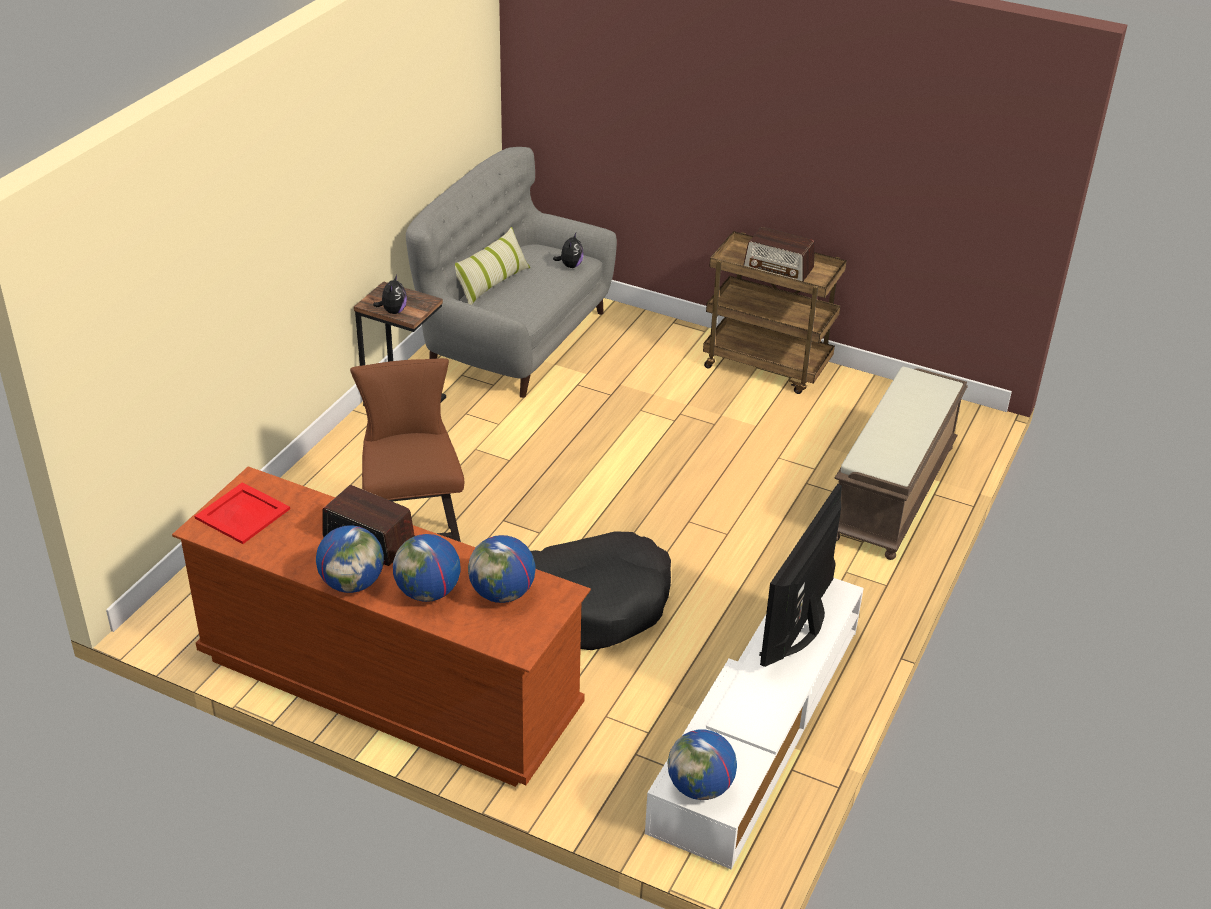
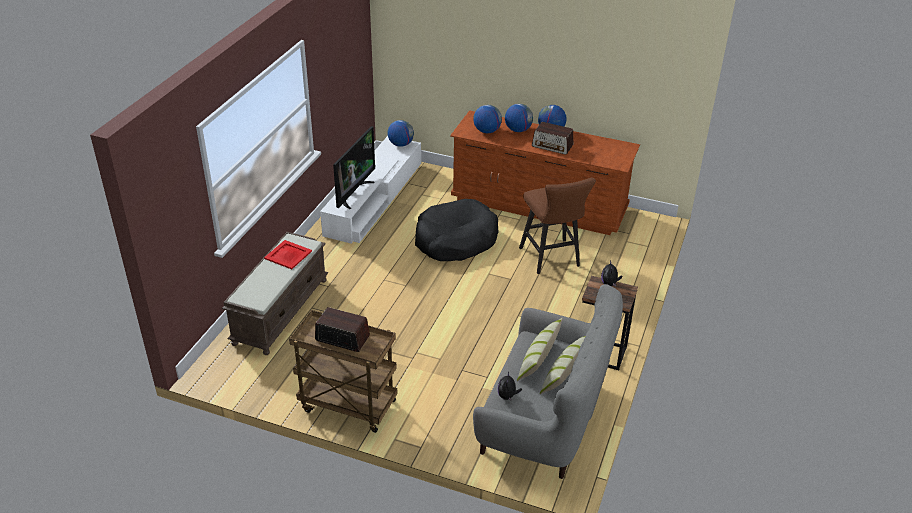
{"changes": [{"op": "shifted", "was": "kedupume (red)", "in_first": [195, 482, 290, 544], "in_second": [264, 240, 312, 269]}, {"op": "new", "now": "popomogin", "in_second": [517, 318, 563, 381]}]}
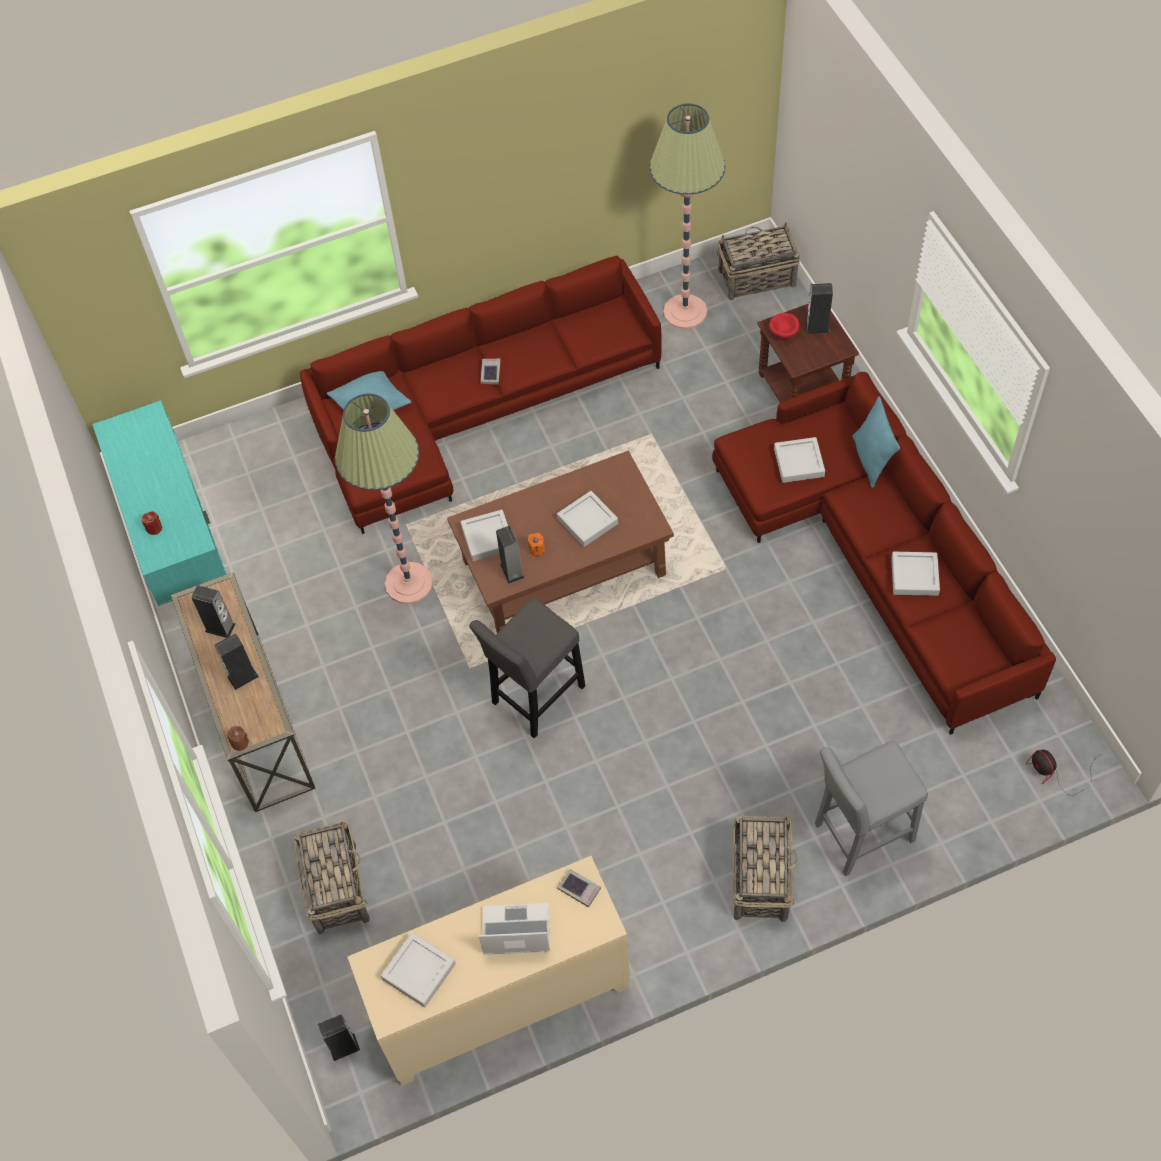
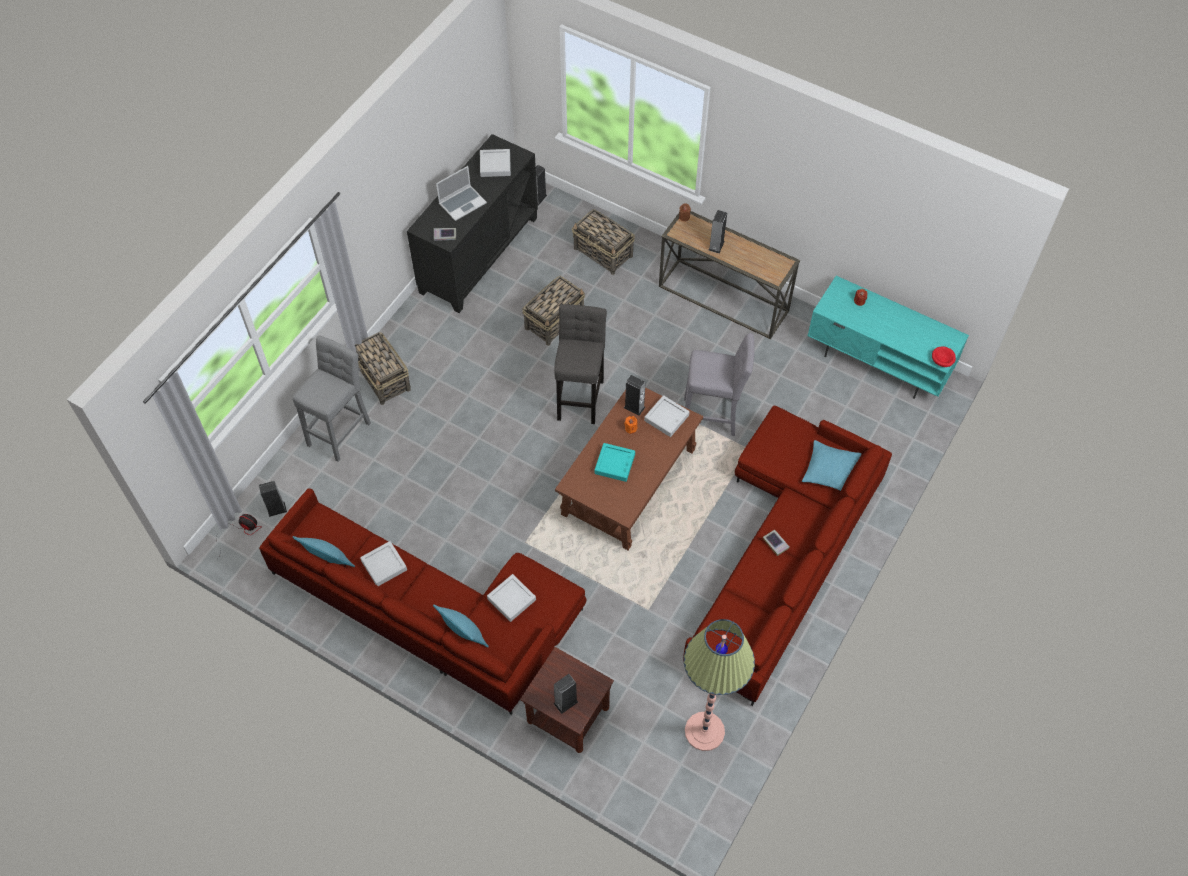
{"changes": [{"op": "shifted", "was": "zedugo", "in_first": [717, 222, 800, 300], "in_second": [522, 276, 585, 346]}, {"op": "shifted", "was": "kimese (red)", "in_first": [769, 313, 800, 339], "in_second": [932, 347, 956, 367]}, {"op": "swapped", "was": "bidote", "now": "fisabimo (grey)", "in_first": [335, 394, 433, 604], "in_second": [684, 333, 755, 436]}, {"op": "repainted", "was": "kedupume (grey)", "now": "kedupume (turquoise)", "in_first": [557, 491, 618, 547], "in_second": [594, 443, 635, 482]}, {"op": "shifted", "was": "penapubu", "in_first": [191, 585, 236, 638], "in_second": [259, 481, 287, 517]}, {"op": "repainted", "was": "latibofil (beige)", "now": "latibofil (black)", "in_first": [347, 856, 630, 1086], "in_second": [407, 134, 538, 313]}, {"op": "new", "now": "popomogin (turquoise)", "in_second": [293, 536, 355, 567]}]}
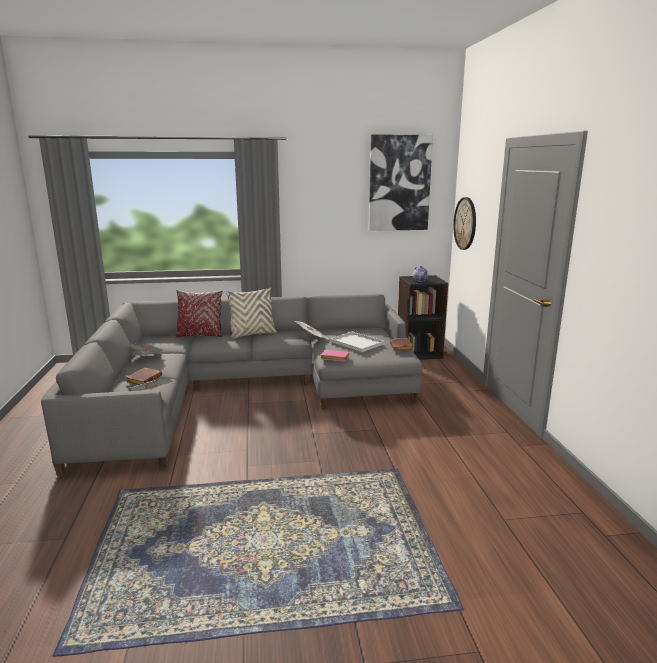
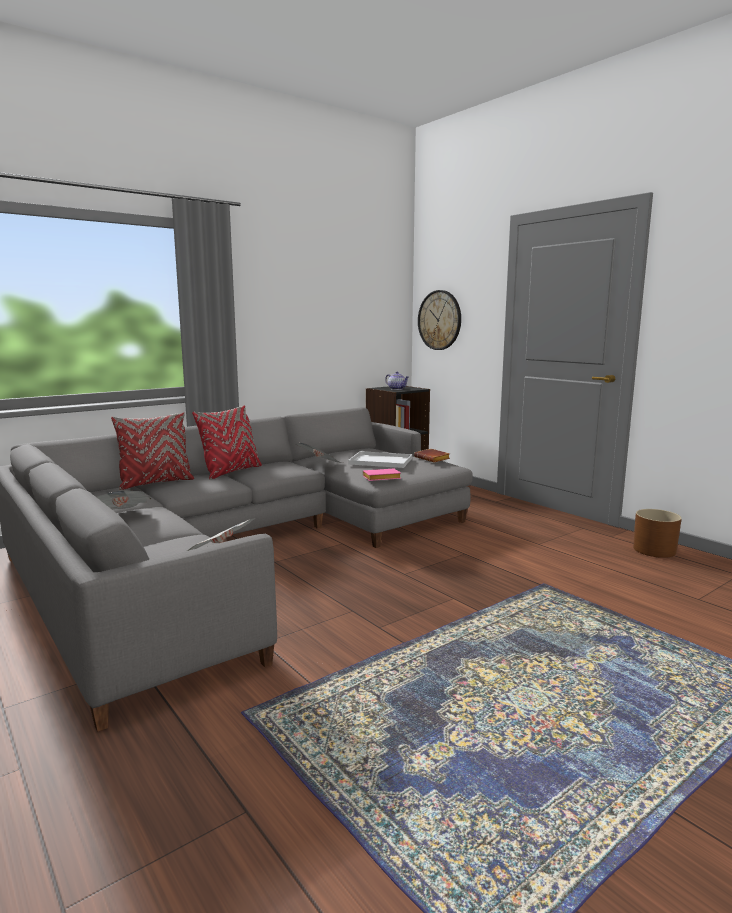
{"changes": [{"op": "gone", "was": "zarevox", "in_first": [369, 134, 433, 231]}, {"op": "repainted", "was": "popomogin (beige)", "now": "popomogin (red)", "in_first": [226, 288, 277, 339], "in_second": [192, 405, 262, 480]}, {"op": "gone", "was": "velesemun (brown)", "in_first": [126, 368, 162, 385]}, {"op": "new", "now": "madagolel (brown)", "in_second": [633, 509, 682, 558]}]}
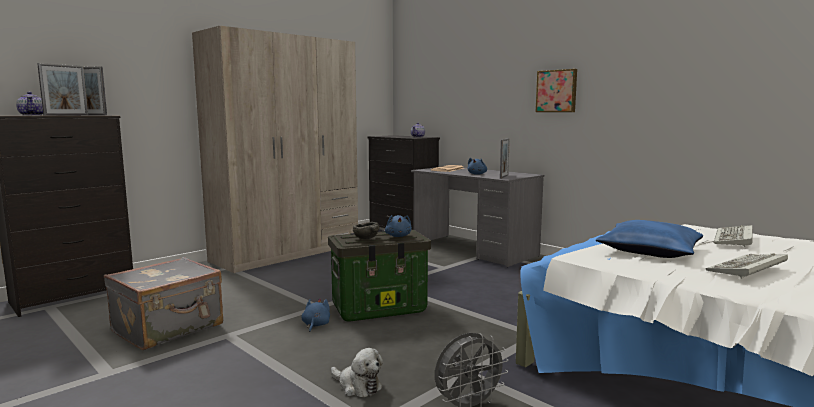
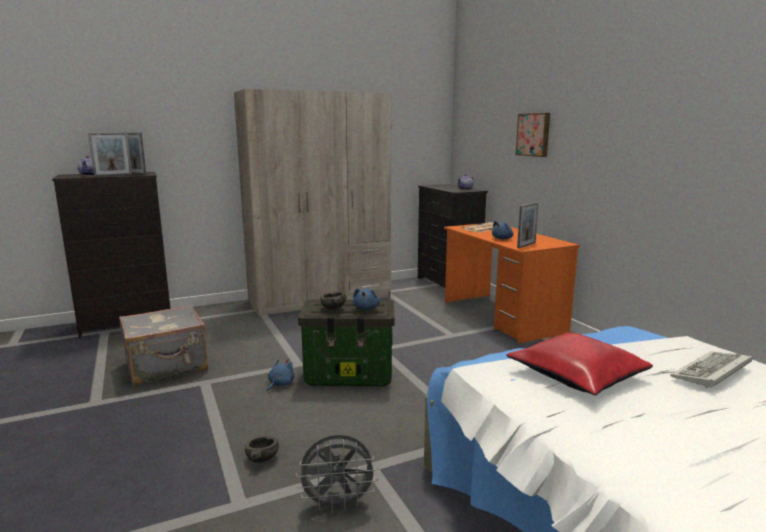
{"changes": [{"op": "shifted", "was": "zarevox", "in_first": [536, 69, 577, 112], "in_second": [516, 113, 550, 157]}, {"op": "repainted", "was": "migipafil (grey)", "now": "migipafil (orange)", "in_first": [411, 167, 544, 267], "in_second": [444, 222, 580, 344]}, {"op": "repainted", "was": "popomogin (blue)", "now": "popomogin (red)", "in_first": [596, 220, 703, 258], "in_second": [506, 332, 653, 395]}, {"op": "gone", "was": "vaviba", "in_first": [706, 253, 788, 279]}, {"op": "swapped", "was": "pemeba", "now": "kimese (grey)", "in_first": [331, 348, 383, 397], "in_second": [245, 436, 279, 463]}]}
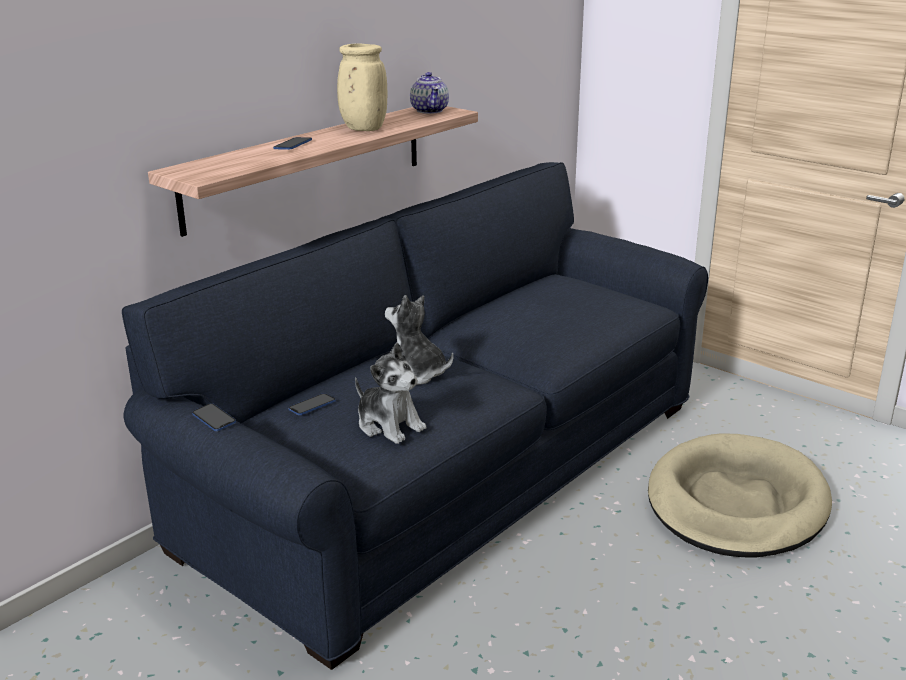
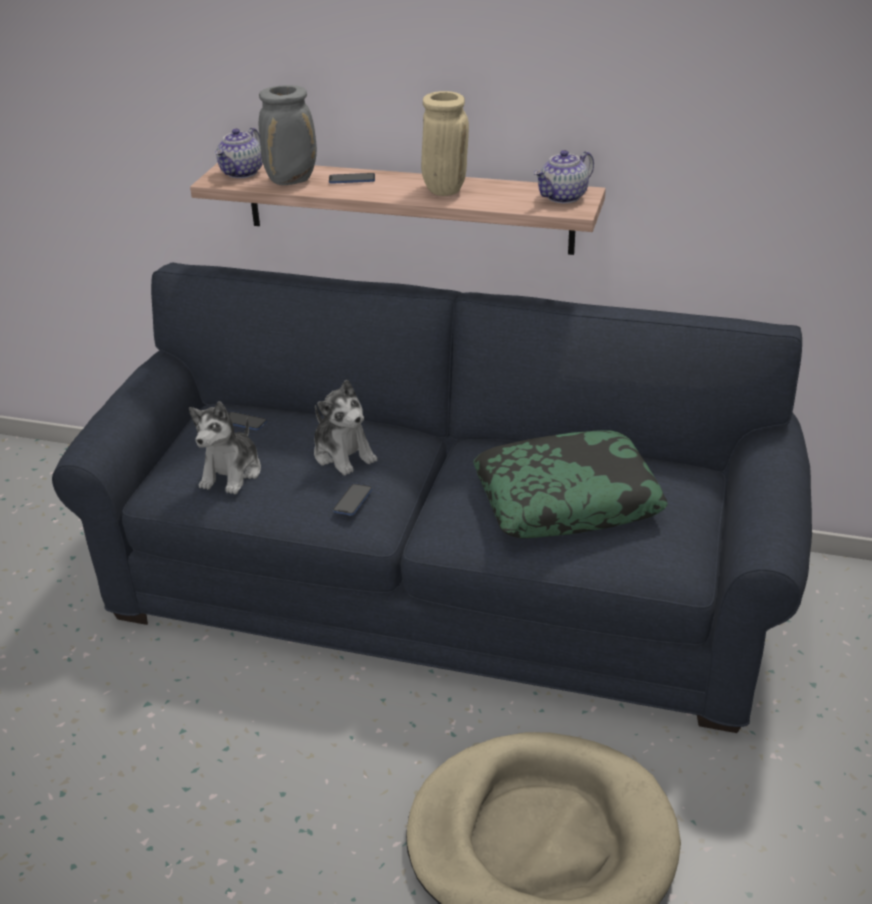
{"changes": [{"op": "rotated", "was": "pemeba", "in_first": [385, 295, 453, 385], "in_second": [314, 379, 378, 476], "clockwise": 135}, {"op": "shifted", "was": "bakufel", "in_first": [192, 403, 236, 431], "in_second": [333, 483, 373, 515]}, {"op": "new", "now": "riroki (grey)", "in_second": [259, 85, 317, 185]}, {"op": "new", "now": "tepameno", "in_second": [215, 128, 263, 178]}, {"op": "new", "now": "popomogin", "in_second": [473, 430, 668, 539]}]}
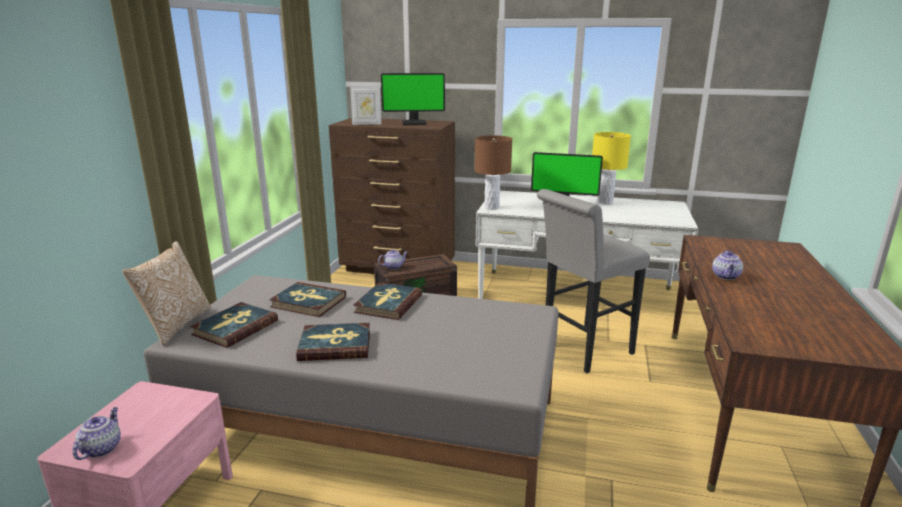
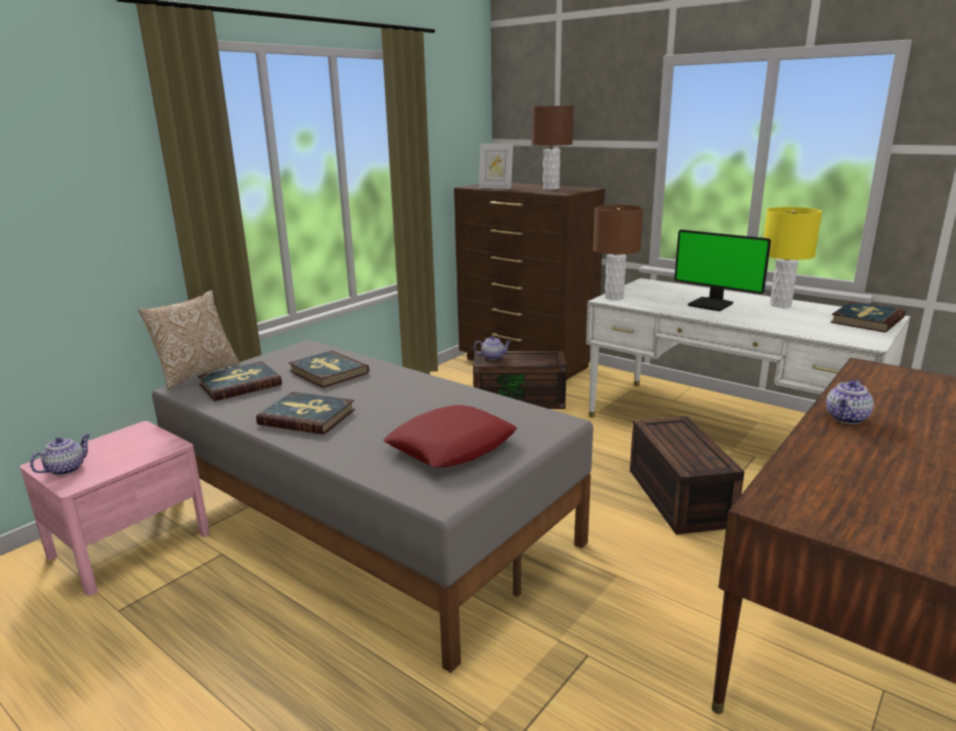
{"changes": [{"op": "swapped", "was": "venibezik", "now": "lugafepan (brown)", "in_first": [381, 73, 445, 125], "in_second": [531, 106, 573, 190]}, {"op": "swapped", "was": "fisabimo (grey)", "now": "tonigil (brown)", "in_first": [537, 189, 650, 373], "in_second": [630, 416, 745, 535]}, {"op": "shifted", "was": "velesemun", "in_first": [353, 282, 422, 320], "in_second": [830, 301, 905, 332]}, {"op": "new", "now": "popomogin (red)", "in_second": [383, 405, 517, 467]}]}
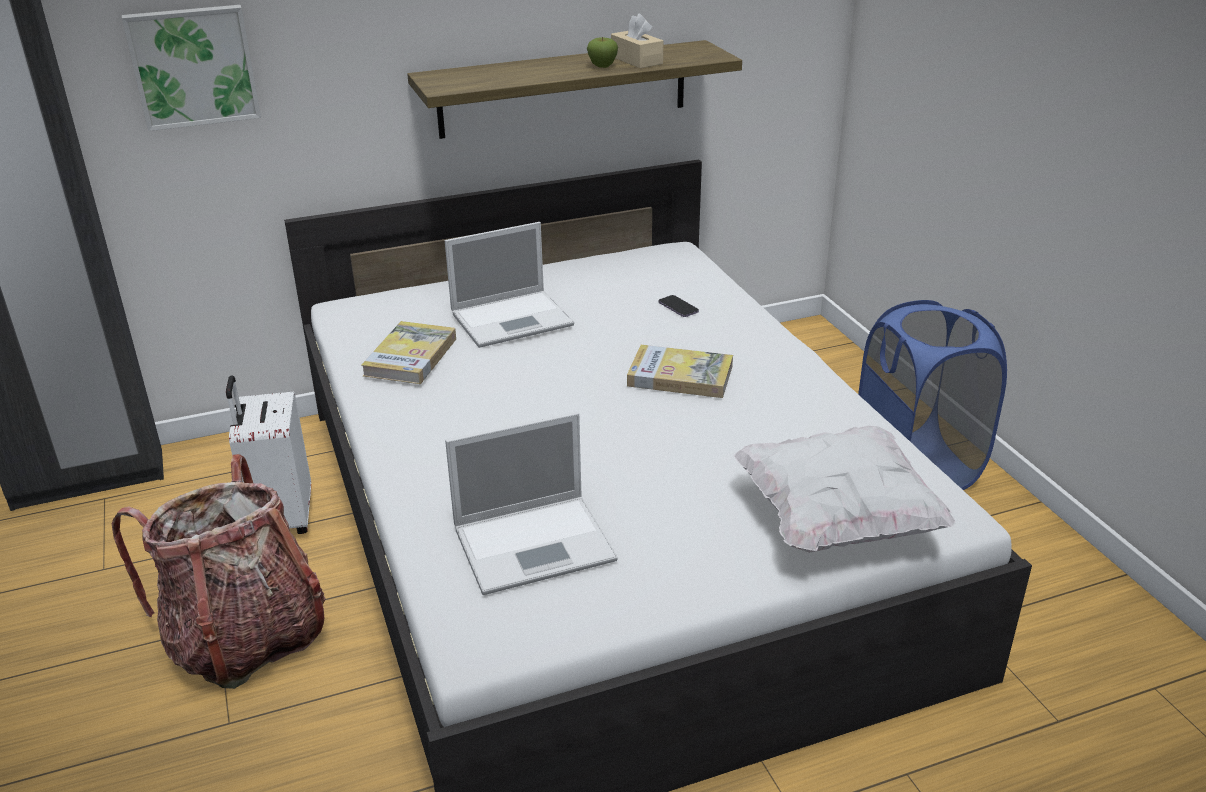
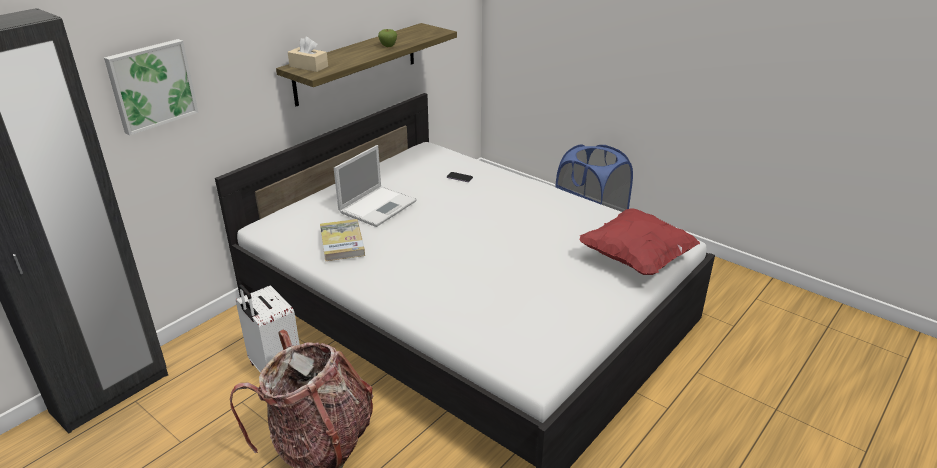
{"changes": [{"op": "shifted", "was": "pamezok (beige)", "in_first": [611, 13, 663, 68], "in_second": [288, 37, 328, 72]}, {"op": "gone", "was": "velesemun", "in_first": [627, 345, 733, 398]}, {"op": "gone", "was": "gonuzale", "in_first": [445, 412, 618, 595]}, {"op": "repainted", "was": "popomogin (white)", "now": "popomogin (red)", "in_first": [734, 426, 955, 553], "in_second": [580, 208, 700, 275]}]}
